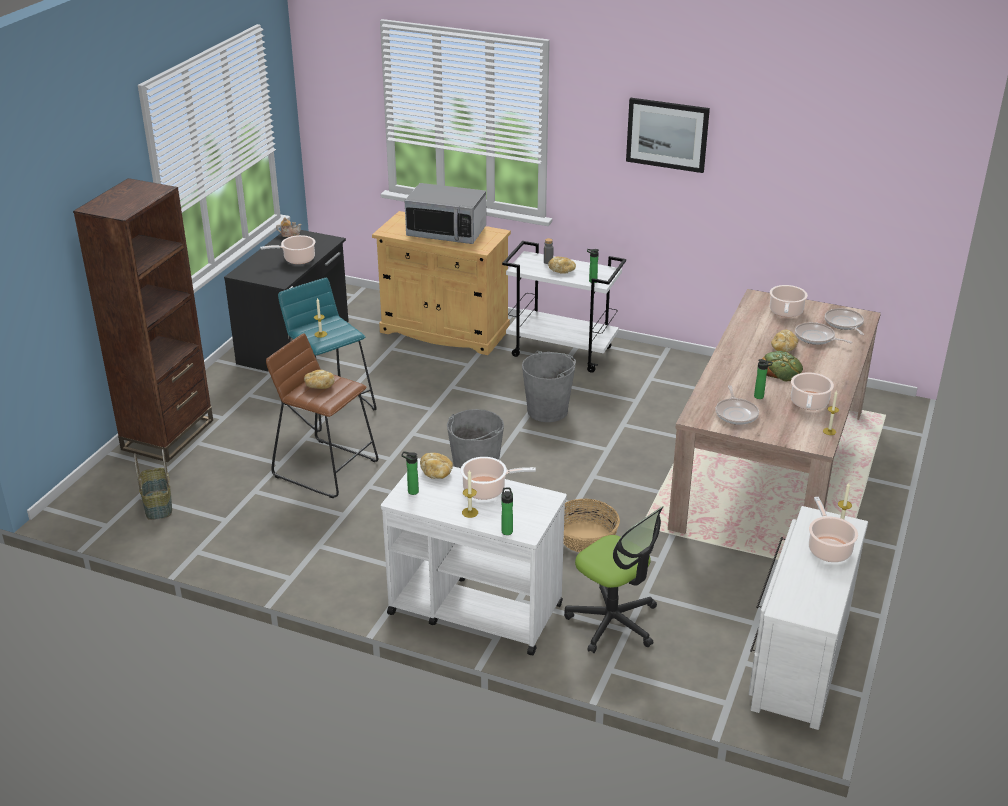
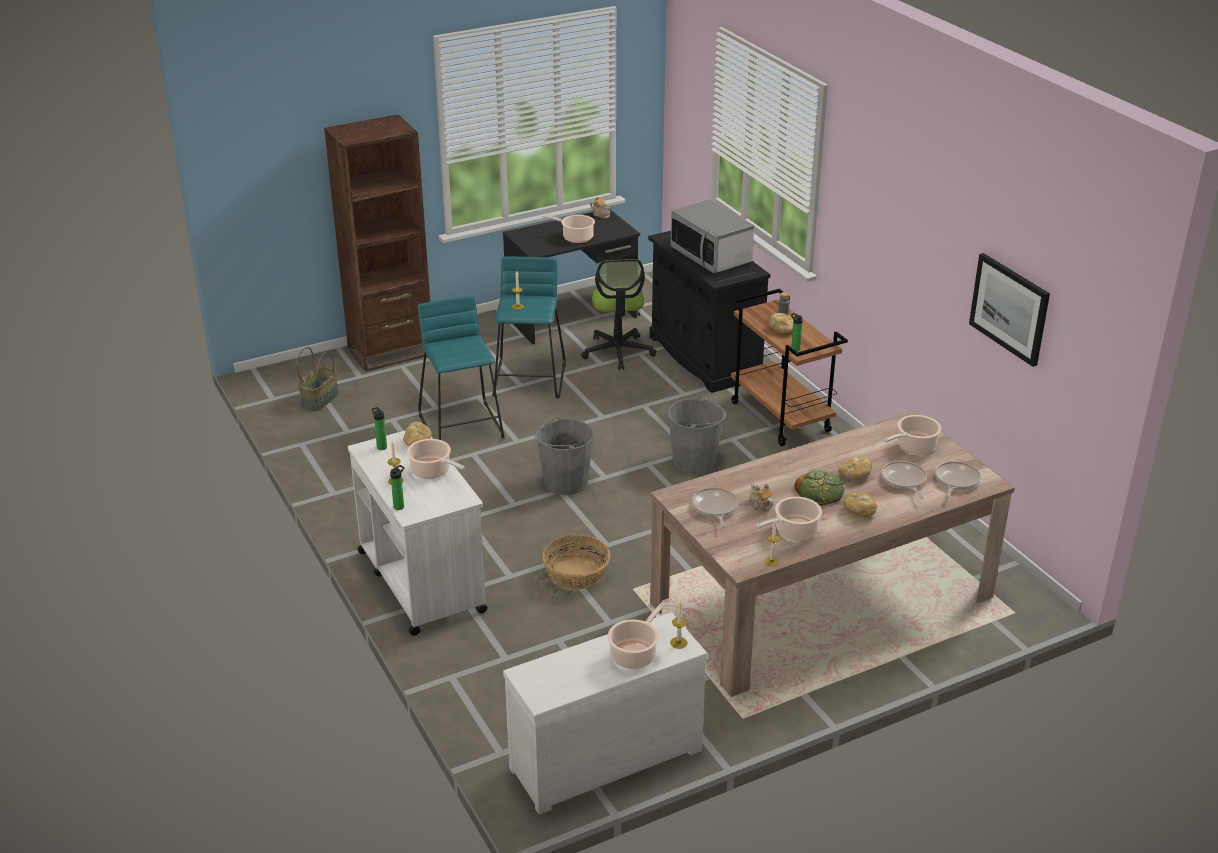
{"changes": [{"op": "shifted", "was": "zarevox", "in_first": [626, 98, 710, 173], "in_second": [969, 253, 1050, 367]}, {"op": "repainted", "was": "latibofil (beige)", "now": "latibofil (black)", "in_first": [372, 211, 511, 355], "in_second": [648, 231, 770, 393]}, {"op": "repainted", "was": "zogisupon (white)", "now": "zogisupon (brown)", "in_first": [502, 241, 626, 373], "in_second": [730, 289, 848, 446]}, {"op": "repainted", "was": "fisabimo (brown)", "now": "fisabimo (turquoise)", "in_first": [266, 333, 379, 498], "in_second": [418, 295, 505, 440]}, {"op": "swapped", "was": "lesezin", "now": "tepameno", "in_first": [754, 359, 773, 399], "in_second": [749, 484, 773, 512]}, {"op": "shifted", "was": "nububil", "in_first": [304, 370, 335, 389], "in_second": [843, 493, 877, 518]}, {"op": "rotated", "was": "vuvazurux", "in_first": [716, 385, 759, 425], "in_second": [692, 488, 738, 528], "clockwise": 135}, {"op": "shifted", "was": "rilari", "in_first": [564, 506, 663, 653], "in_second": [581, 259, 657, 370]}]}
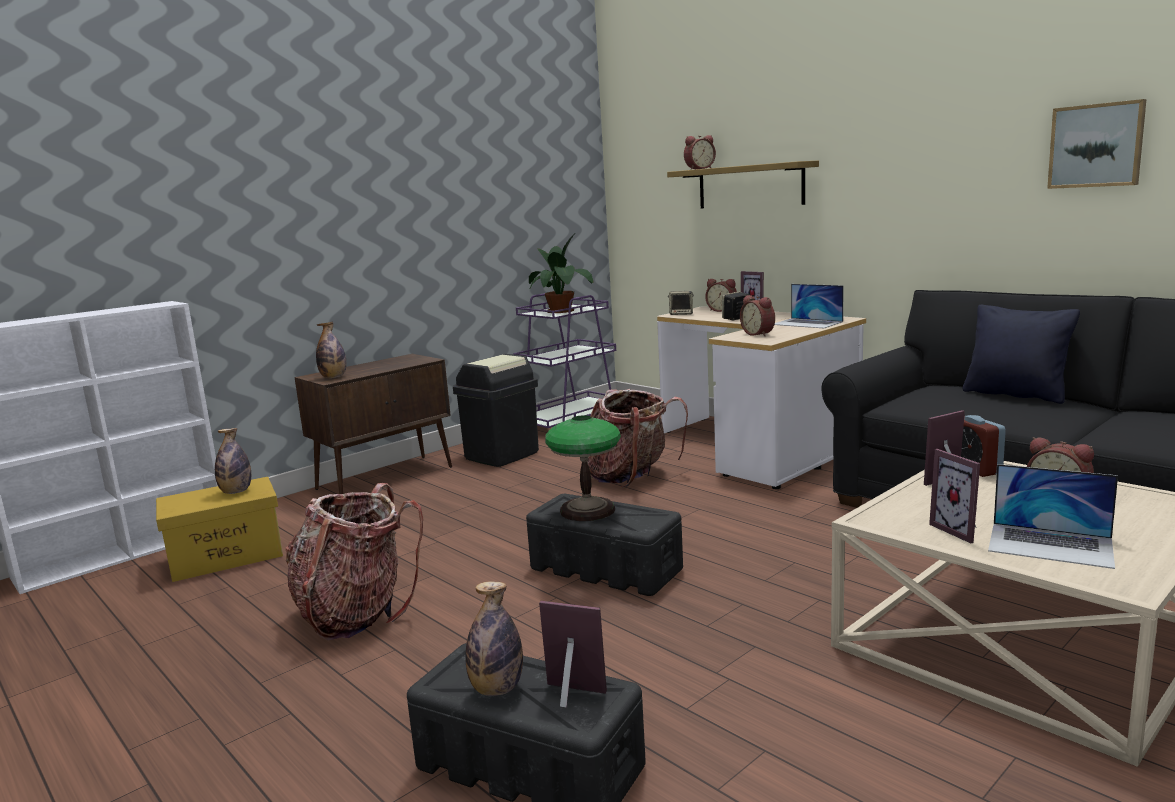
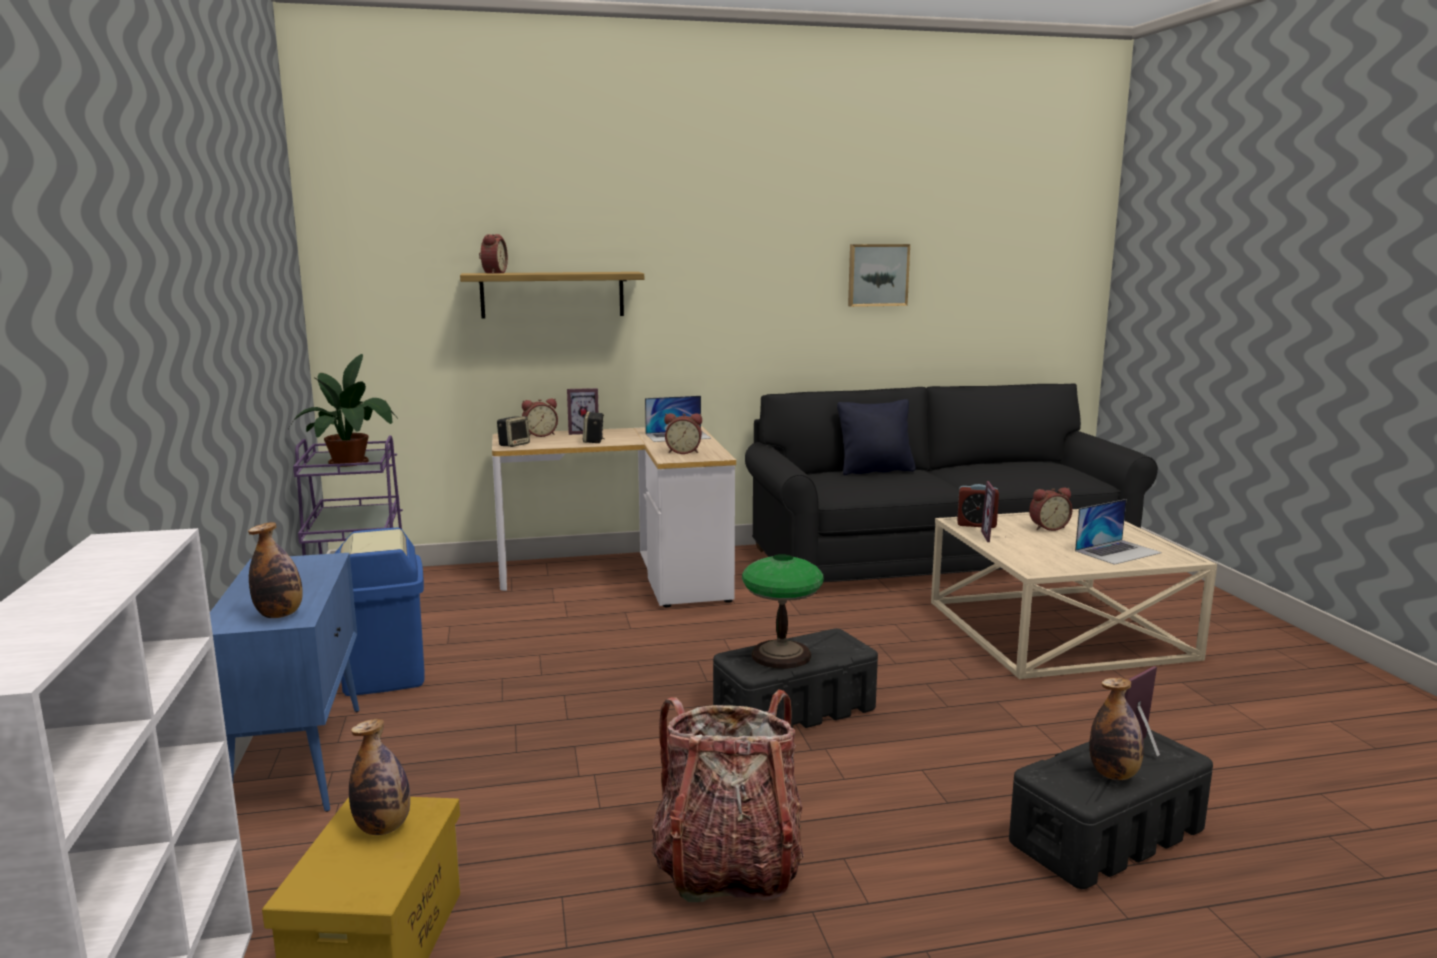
{"changes": [{"op": "repainted", "was": "latibofil (brown)", "now": "latibofil (blue)", "in_first": [294, 354, 452, 494], "in_second": [210, 553, 359, 812]}, {"op": "repainted", "was": "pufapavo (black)", "now": "pufapavo (blue)", "in_first": [453, 354, 539, 467], "in_second": [335, 528, 425, 696]}, {"op": "gone", "was": "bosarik", "in_first": [587, 389, 688, 488]}, {"op": "gone", "was": "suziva", "in_first": [929, 449, 980, 543]}]}
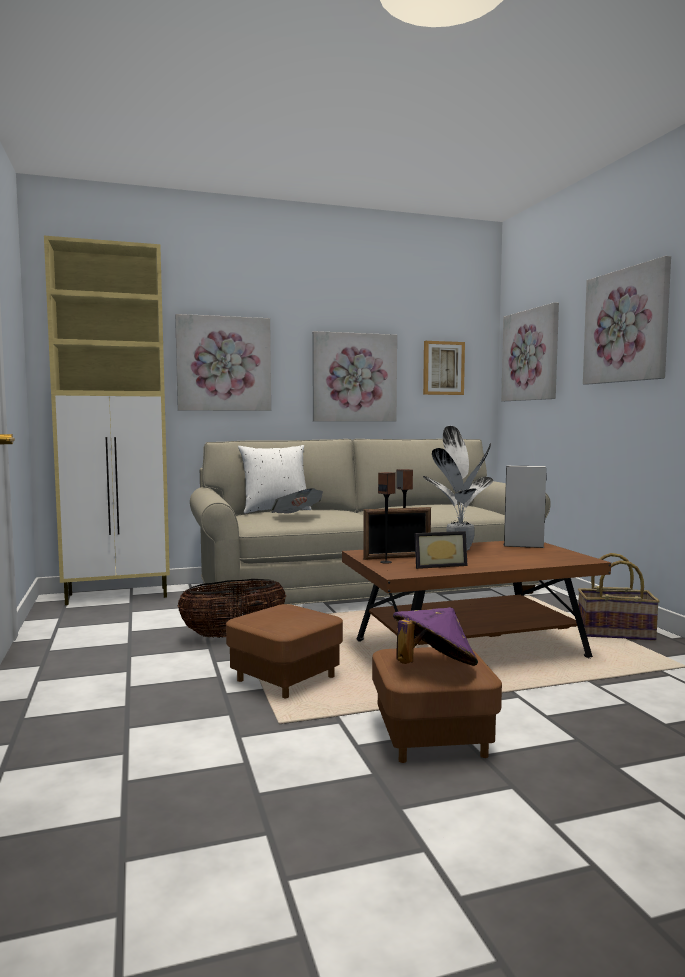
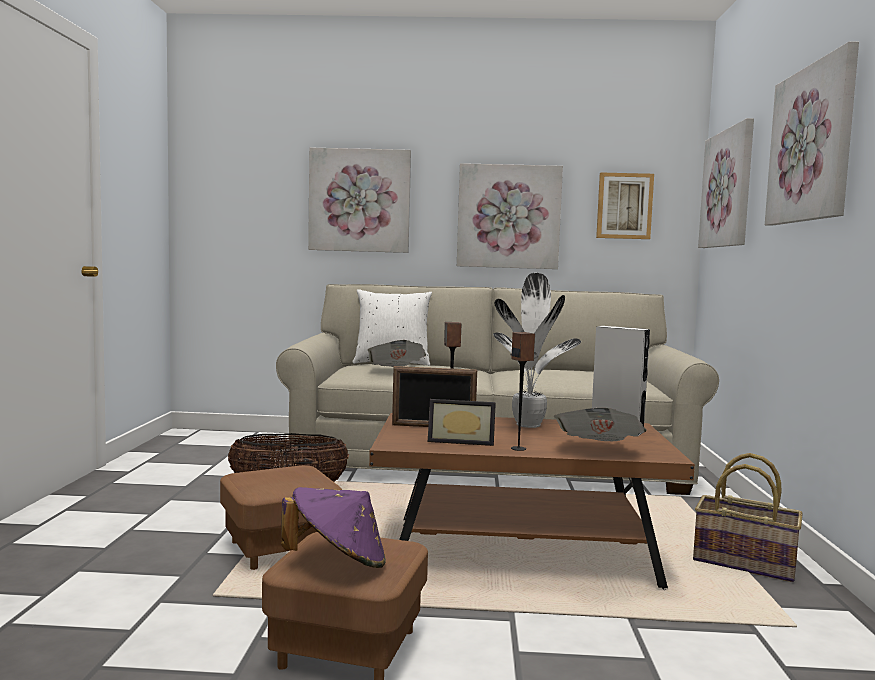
{"changes": [{"op": "gone", "was": "latibofil (beige)", "in_first": [44, 236, 170, 605]}, {"op": "shifted", "was": "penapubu", "in_first": [378, 472, 396, 564], "in_second": [511, 332, 535, 451]}, {"op": "new", "now": "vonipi", "in_second": [554, 408, 647, 441]}]}
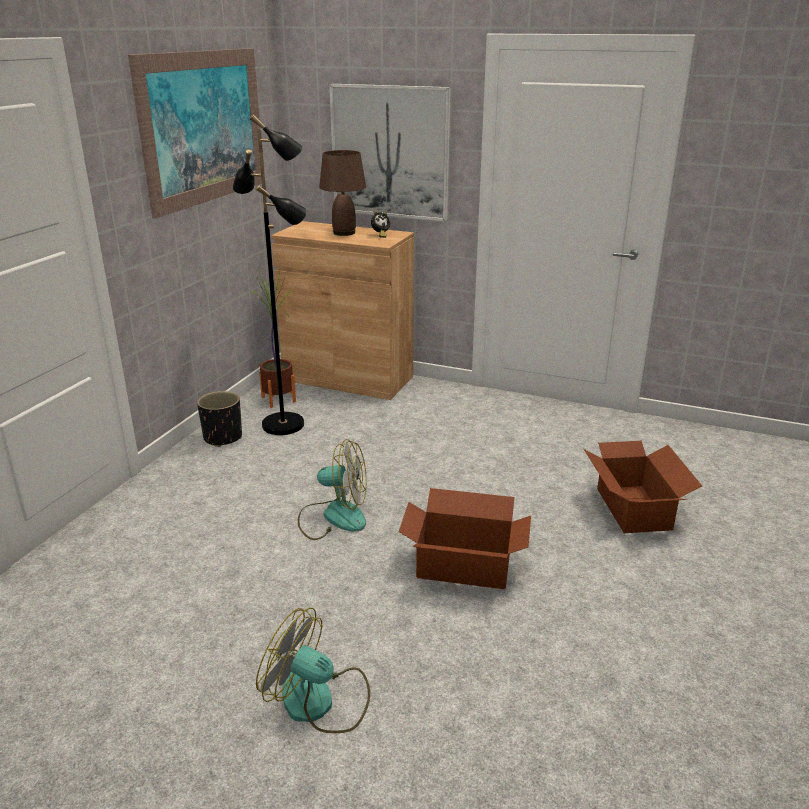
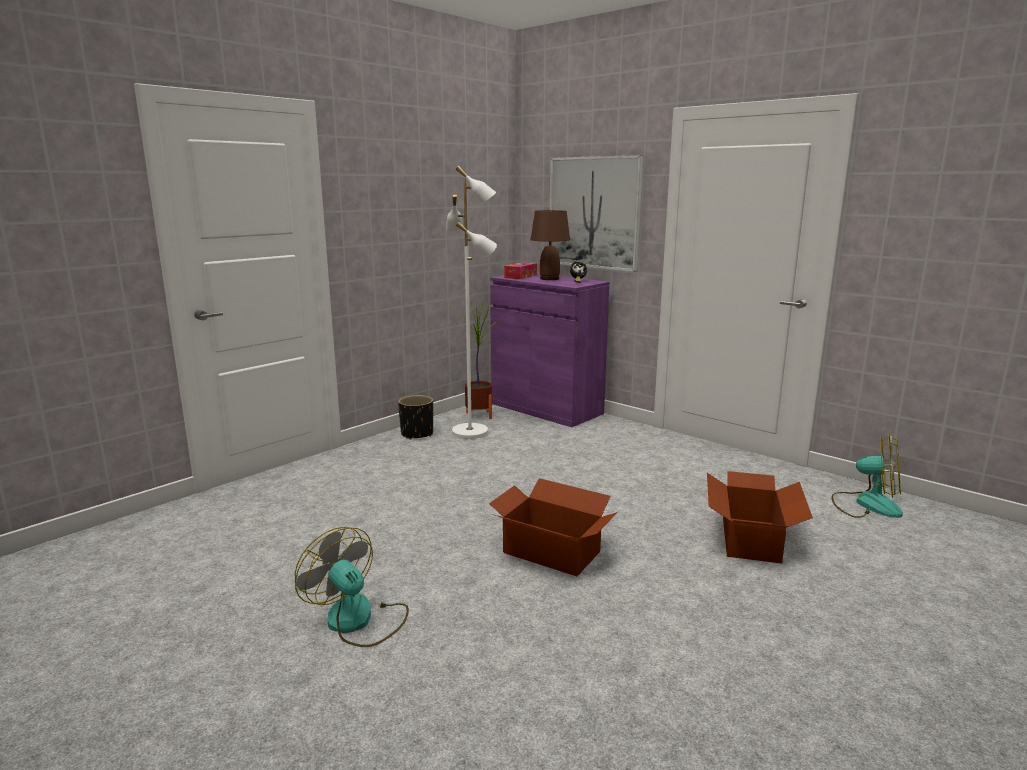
{"changes": [{"op": "gone", "was": "zarevox", "in_first": [128, 48, 262, 218]}, {"op": "repainted", "was": "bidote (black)", "now": "bidote (white)", "in_first": [233, 114, 306, 435], "in_second": [446, 166, 497, 439]}, {"op": "repainted", "was": "latibofil (brown)", "now": "latibofil (purple)", "in_first": [271, 221, 414, 400], "in_second": [490, 274, 609, 427]}, {"op": "shifted", "was": "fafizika", "in_first": [298, 439, 367, 540], "in_second": [832, 434, 903, 518]}, {"op": "new", "now": "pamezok", "in_second": [504, 262, 537, 279]}]}
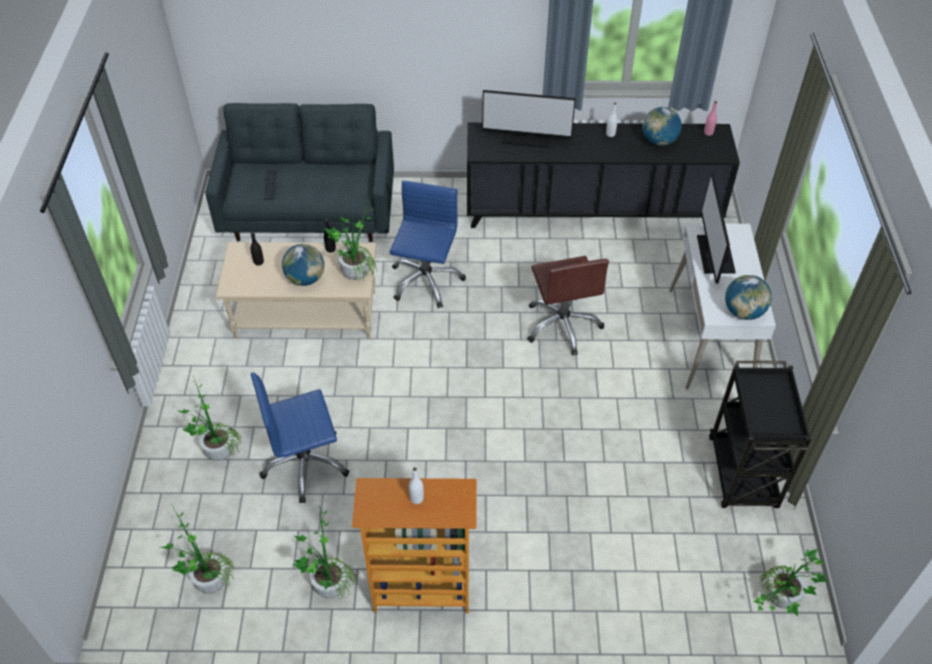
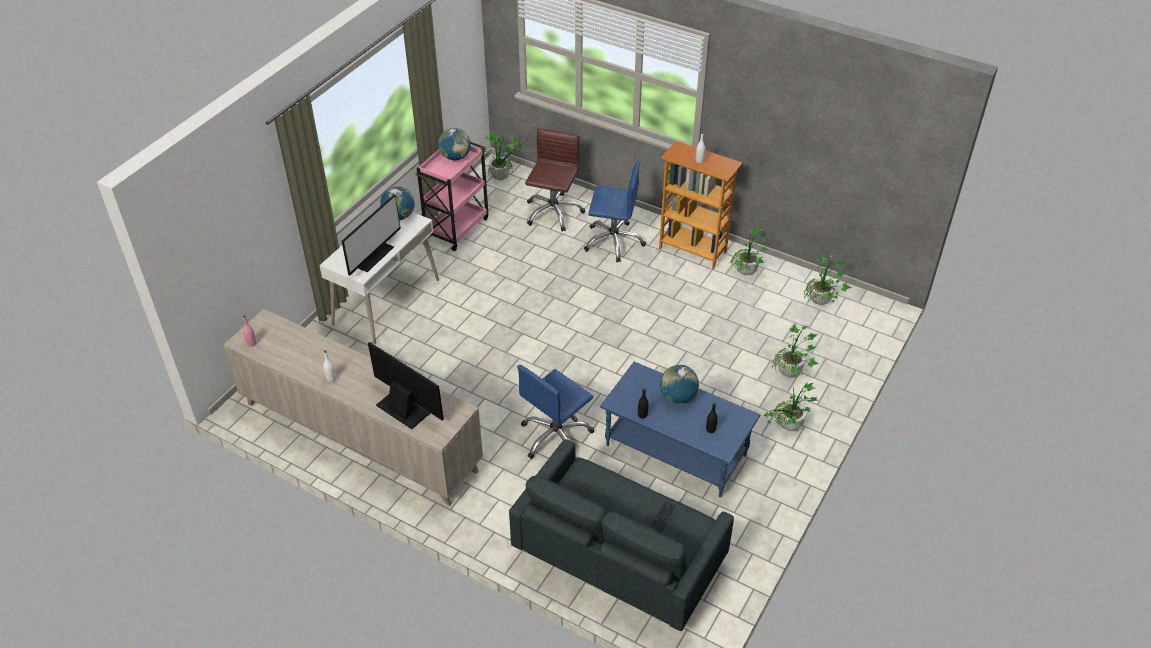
{"changes": [{"op": "shifted", "was": "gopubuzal", "in_first": [642, 107, 682, 146], "in_second": [438, 128, 471, 160]}, {"op": "repainted", "was": "latibofil (black)", "now": "latibofil (beige)", "in_first": [467, 123, 740, 228], "in_second": [224, 309, 483, 506]}, {"op": "shifted", "was": "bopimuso", "in_first": [324, 198, 378, 280], "in_second": [763, 382, 818, 431]}, {"op": "repainted", "was": "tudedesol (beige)", "now": "tudedesol (blue)", "in_first": [216, 242, 376, 340], "in_second": [600, 361, 760, 497]}, {"op": "shifted", "was": "rilari (brown)", "in_first": [527, 256, 609, 356], "in_second": [525, 128, 585, 232]}, {"op": "repainted", "was": "zogisupon (black)", "now": "zogisupon (pink)", "in_first": [709, 361, 811, 508], "in_second": [415, 142, 488, 251]}, {"op": "shifted", "was": "rilari (blue)", "in_first": [251, 372, 350, 503], "in_second": [584, 160, 646, 262]}]}
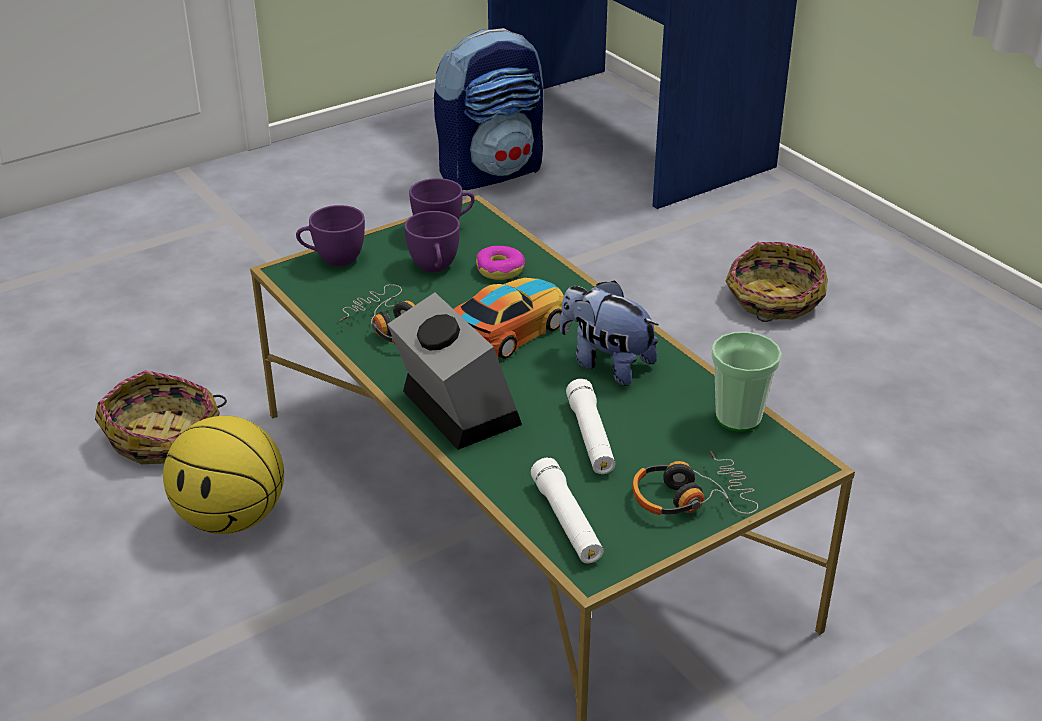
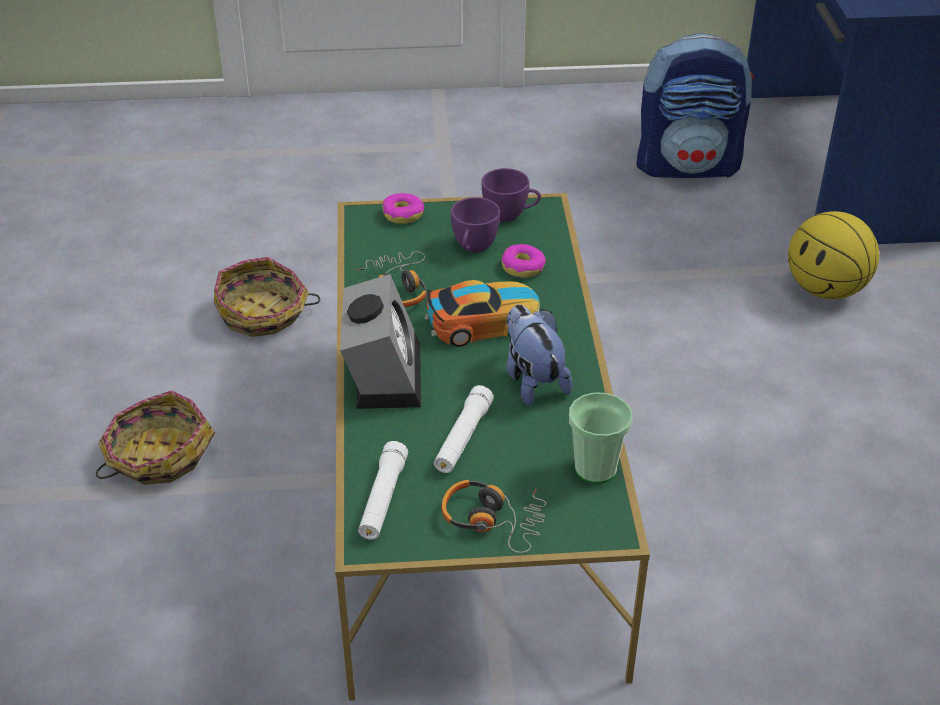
{"changes": [{"op": "swapped", "was": "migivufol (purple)", "now": "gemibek", "in_first": [296, 205, 365, 266], "in_second": [382, 193, 424, 224]}, {"op": "shifted", "was": "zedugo", "in_first": [725, 242, 828, 322], "in_second": [96, 390, 215, 485]}, {"op": "shifted", "was": "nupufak", "in_first": [163, 416, 284, 534], "in_second": [788, 211, 879, 299]}]}
